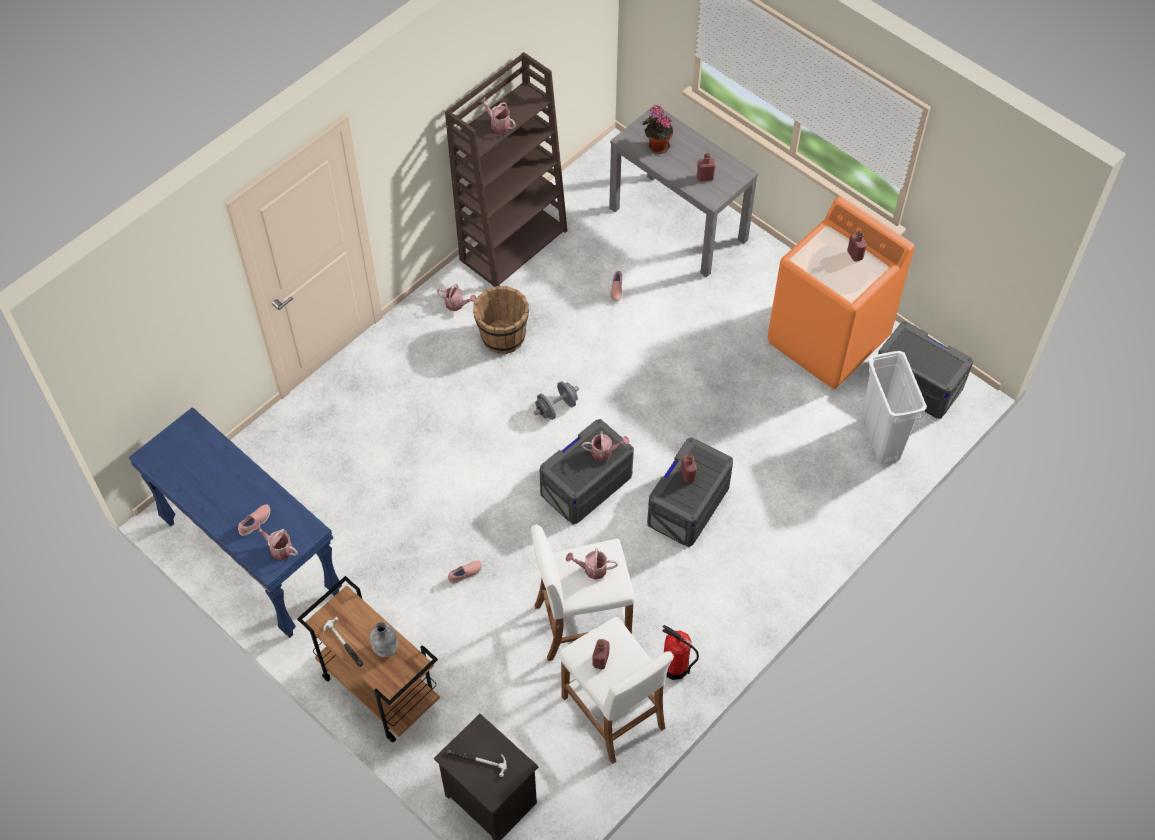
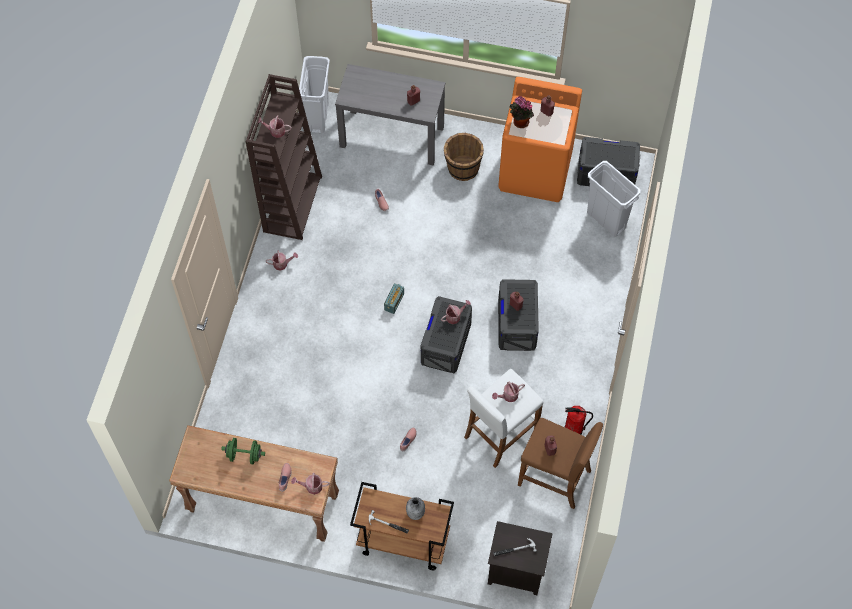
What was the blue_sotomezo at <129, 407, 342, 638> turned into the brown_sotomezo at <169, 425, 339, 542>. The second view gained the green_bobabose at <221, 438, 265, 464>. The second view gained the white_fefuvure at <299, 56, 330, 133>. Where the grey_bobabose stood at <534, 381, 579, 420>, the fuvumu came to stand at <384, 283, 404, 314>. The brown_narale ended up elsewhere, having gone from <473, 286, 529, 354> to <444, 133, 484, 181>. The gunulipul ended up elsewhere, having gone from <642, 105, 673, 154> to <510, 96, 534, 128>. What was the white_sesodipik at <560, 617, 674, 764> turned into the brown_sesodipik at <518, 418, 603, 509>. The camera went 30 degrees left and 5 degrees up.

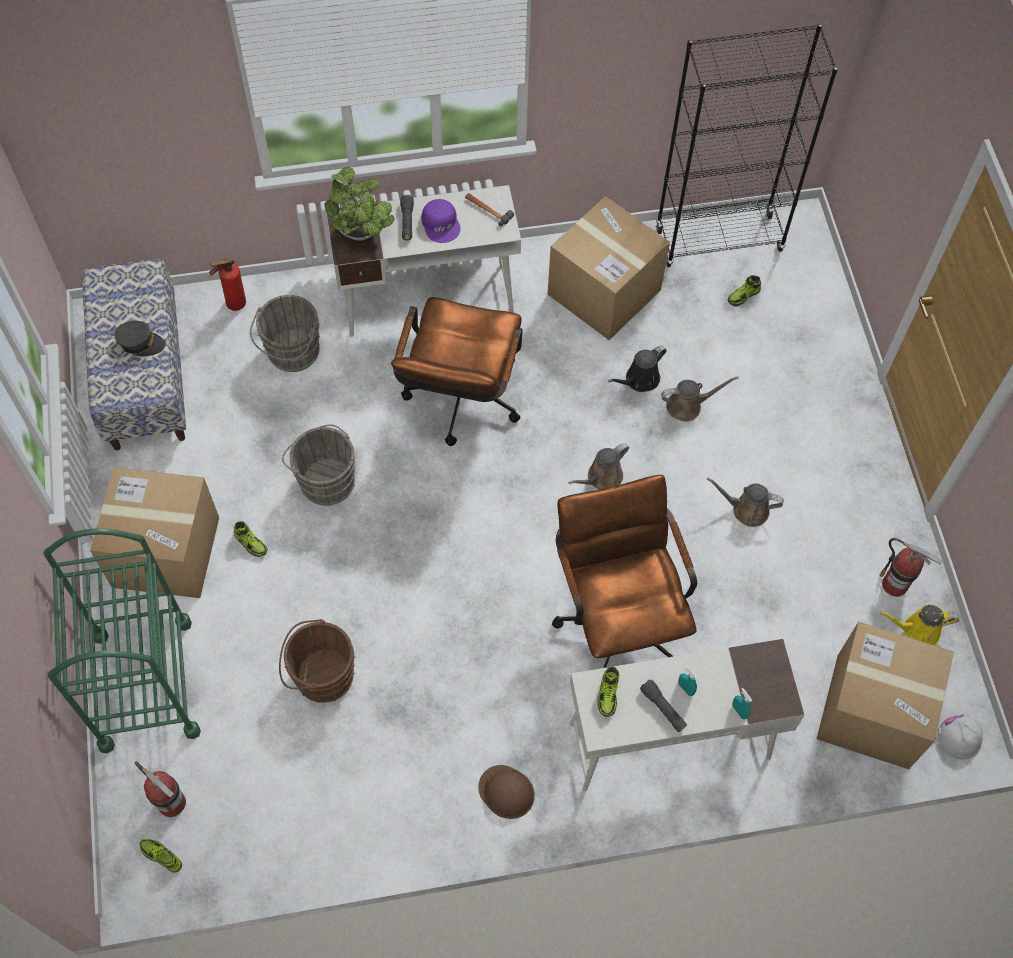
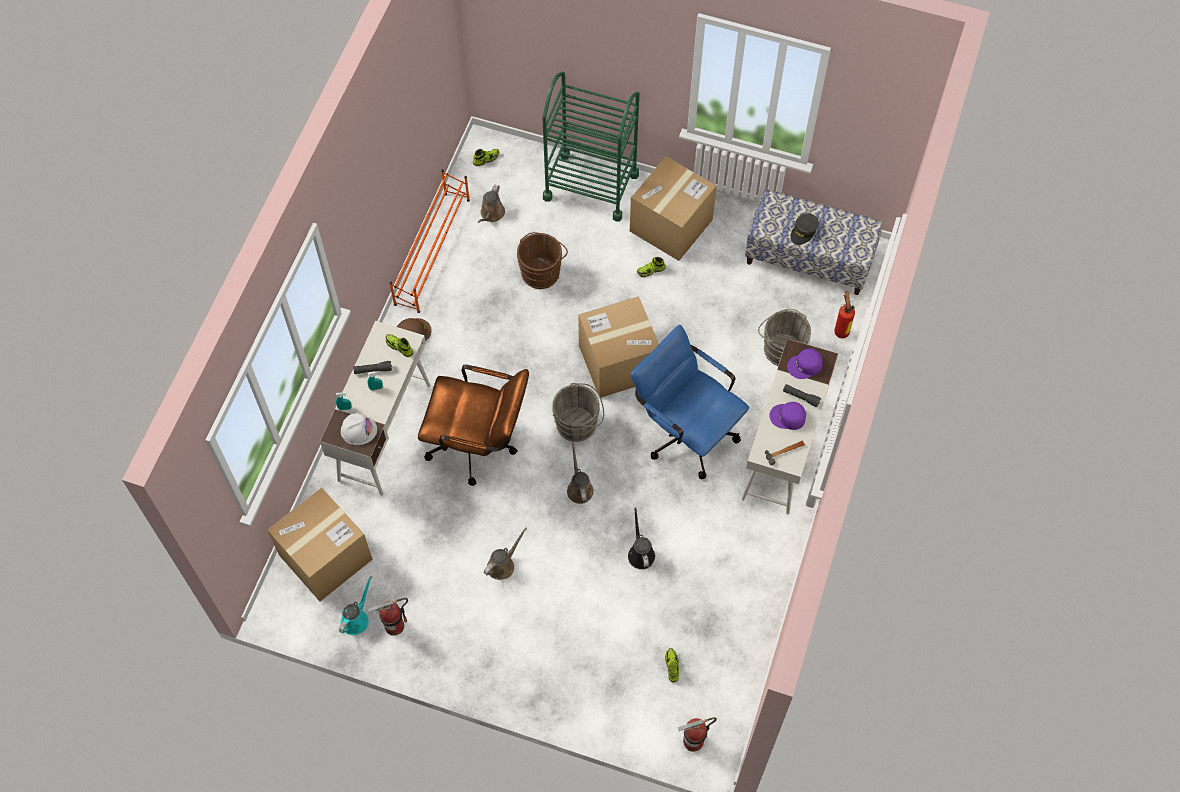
What was the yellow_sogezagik at <880, 604, 959, 645> turned into the turquoise_sogezagik at <339, 576, 372, 635>. The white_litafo ended up elsewhere, having gone from <935, 712, 983, 760> to <341, 413, 377, 445>. The second view gained the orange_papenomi at <389, 169, 470, 313>. The brown_sogezagik ended up elsewhere, having gone from <661, 376, 739, 422> to <478, 184, 505, 223>. The grey_narale ended up elsewhere, having gone from <282, 425, 355, 506> to <552, 383, 604, 442>. The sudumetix ended up elsewhere, having gone from <548, 196, 670, 340> to <578, 296, 659, 398>. What was the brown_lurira at <391, 297, 522, 446> turned into the blue_lurira at <631, 325, 749, 479>. The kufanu ended up elsewhere, having gone from <135, 761, 186, 817> to <678, 717, 717, 752>. Where the gunulipul stood at <324, 167, 394, 240>, the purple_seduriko came to stand at <787, 349, 823, 379>. The second view lost the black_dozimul at <655, 23, 838, 267>. The camera went 120 degrees right and 0 degrees up.

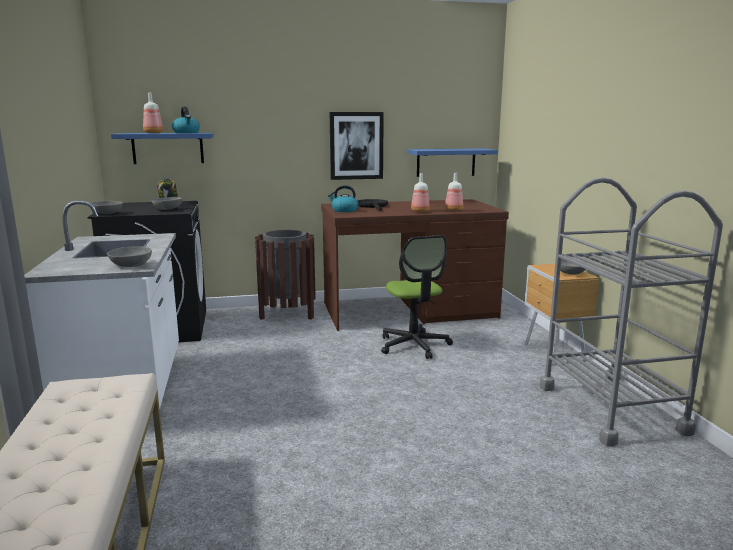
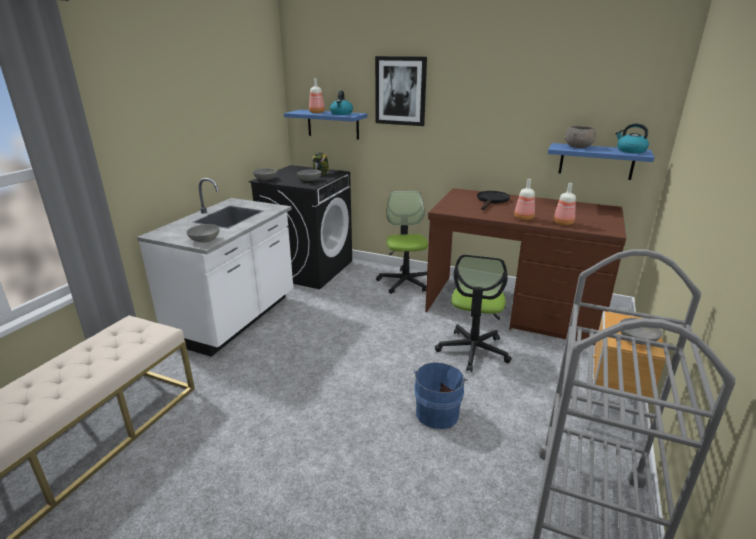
The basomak ended up elsewhere, having gone from <330, 112, 384, 180> to <375, 56, 427, 126>. Where the brown_fefuvure stood at <255, 230, 316, 320>, the lurira came to stand at <376, 191, 428, 294>. The second view gained the blue_narale at <414, 362, 468, 429>. The second view gained the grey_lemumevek at <564, 126, 596, 148>. The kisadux ended up elsewhere, having gone from <328, 185, 358, 212> to <615, 123, 649, 153>. The camera went 35 degrees right and 10 degrees up.

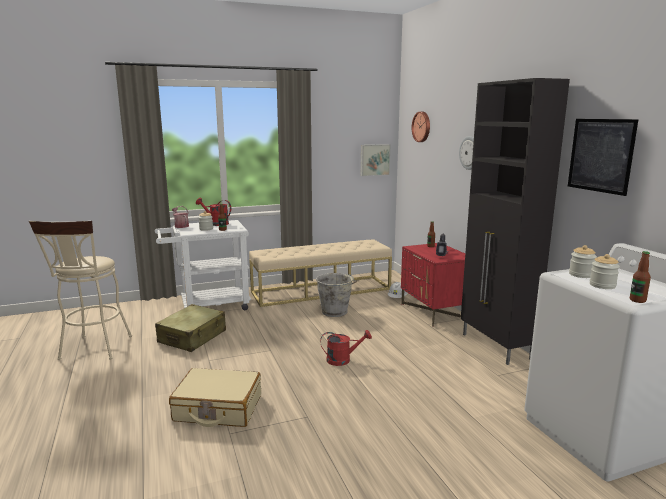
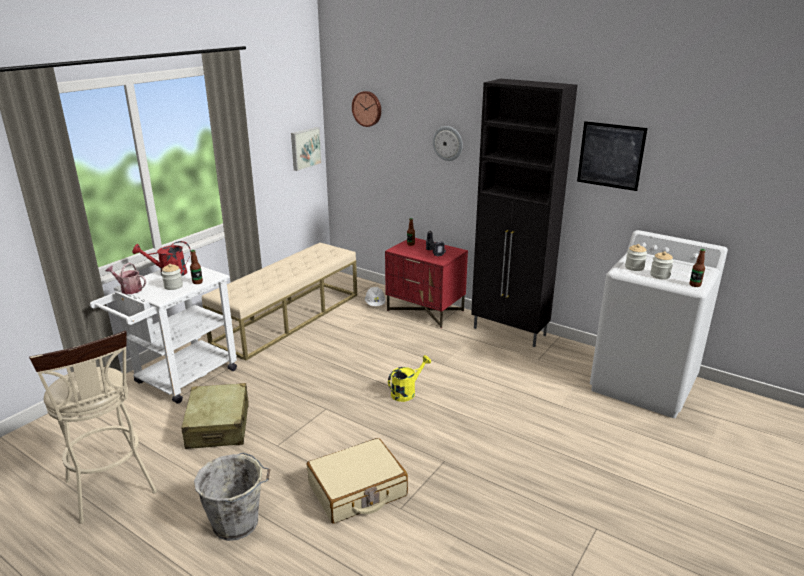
The grey_narale ended up elsewhere, having gone from <316, 273, 357, 317> to <194, 453, 270, 541>. What was the red_sogezagik at <320, 330, 372, 366> turned into the yellow_sogezagik at <388, 355, 431, 402>. The camera went 35 degrees left and 10 degrees up.

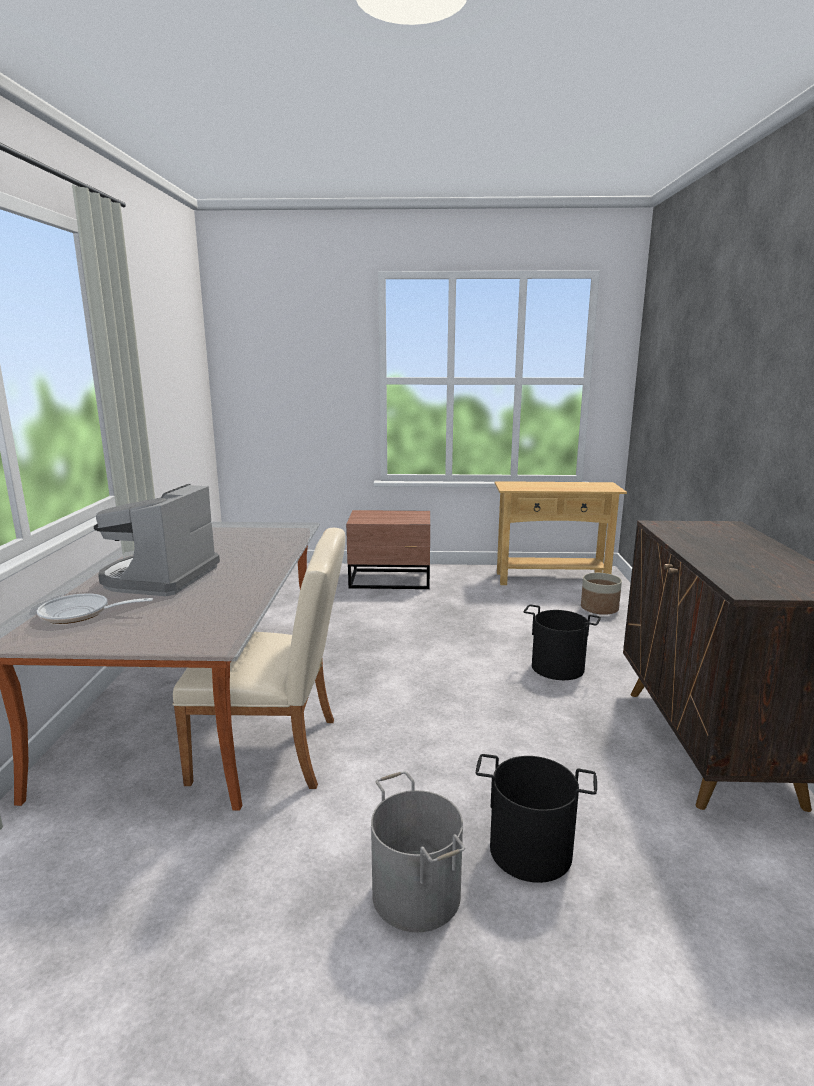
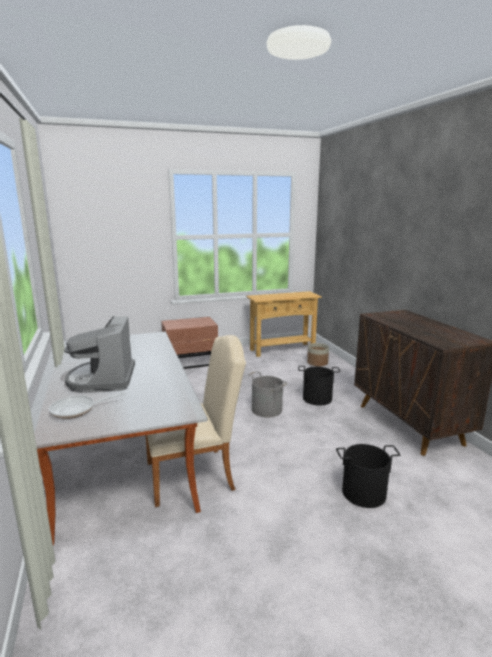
The grey_narale ended up elsewhere, having gone from <371, 771, 465, 933> to <248, 371, 288, 418>. The camera went 20 degrees left and 0 degrees up.

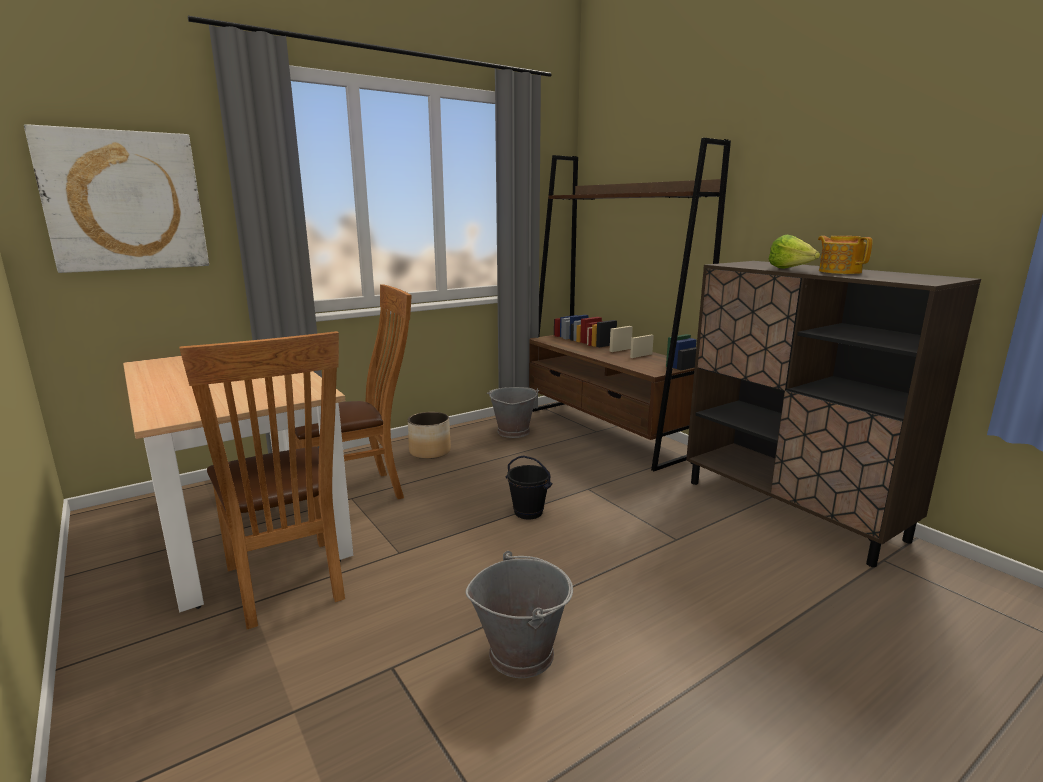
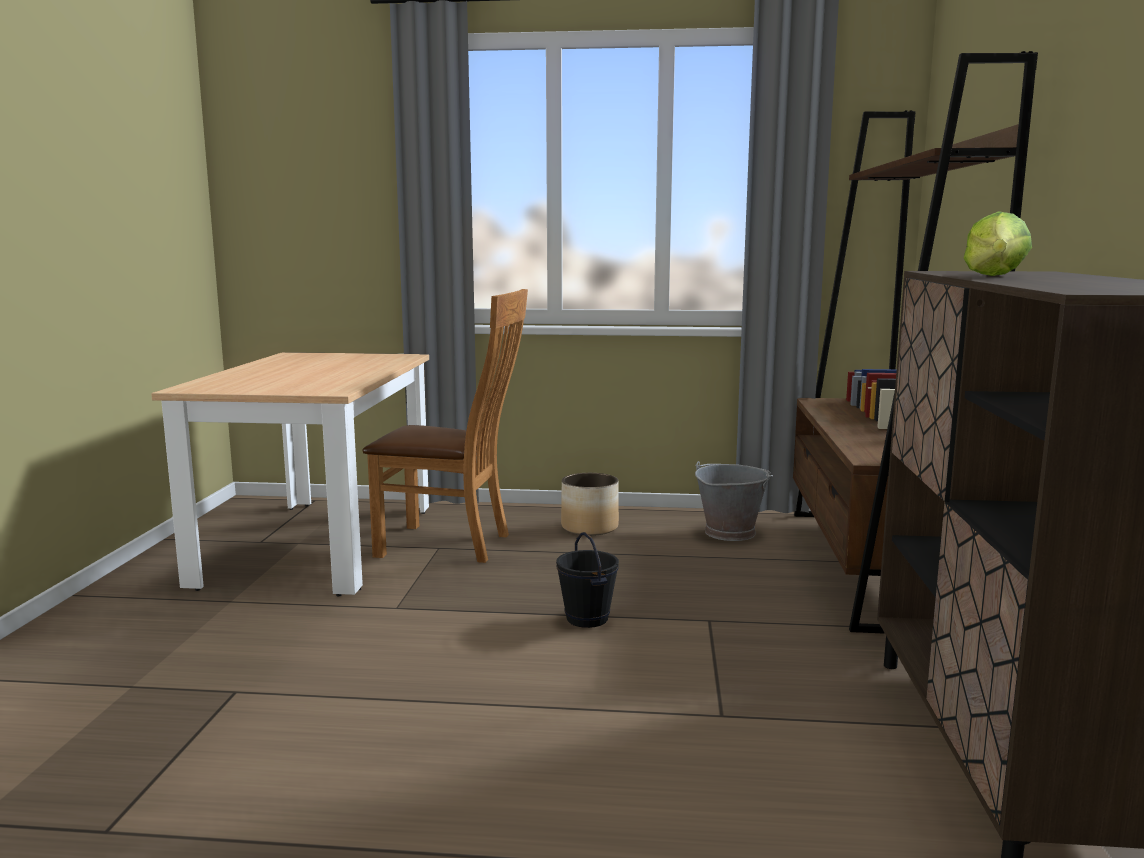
The second view lost the basomak at <24, 124, 209, 273>. The second view lost the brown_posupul at <179, 331, 345, 629>. The second view lost the grey_narale at <465, 551, 573, 678>. The second view lost the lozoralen at <818, 236, 873, 274>. The camera went 40 degrees right and 5 degrees down.

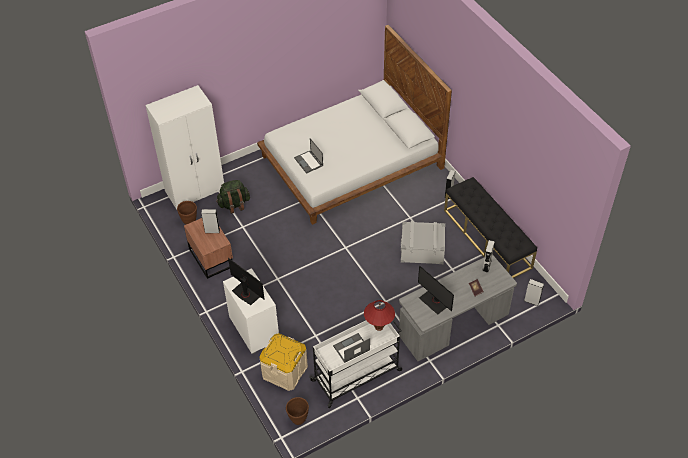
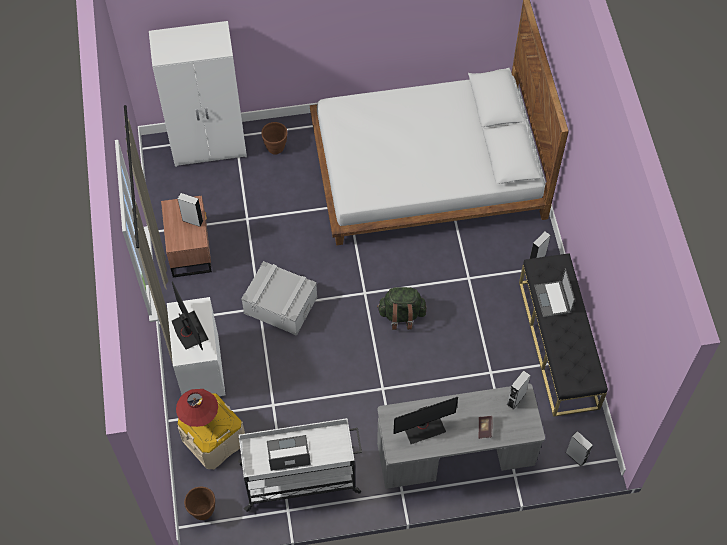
The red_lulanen ended up elsewhere, having gone from <364, 300, 395, 331> to <176, 389, 218, 427>. The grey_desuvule ended up elsewhere, having gone from <401, 221, 445, 264> to <241, 261, 317, 336>. The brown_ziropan ended up elsewhere, having gone from <177, 201, 197, 225> to <261, 122, 288, 155>. The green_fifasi ended up elsewhere, having gone from <216, 180, 250, 214> to <377, 287, 427, 330>. The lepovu at <418, 266, 454, 315> ended up facing another way, 90 degrees counterclockwise from before. The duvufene ended up elsewhere, having gone from <294, 138, 323, 174> to <534, 268, 575, 318>. The camera went 20 degrees right and 10 degrees up.

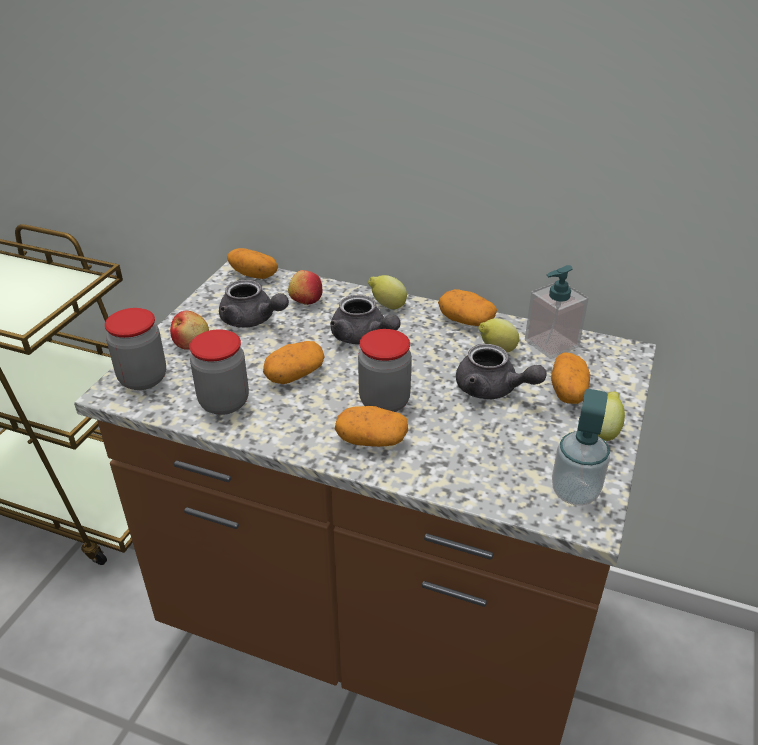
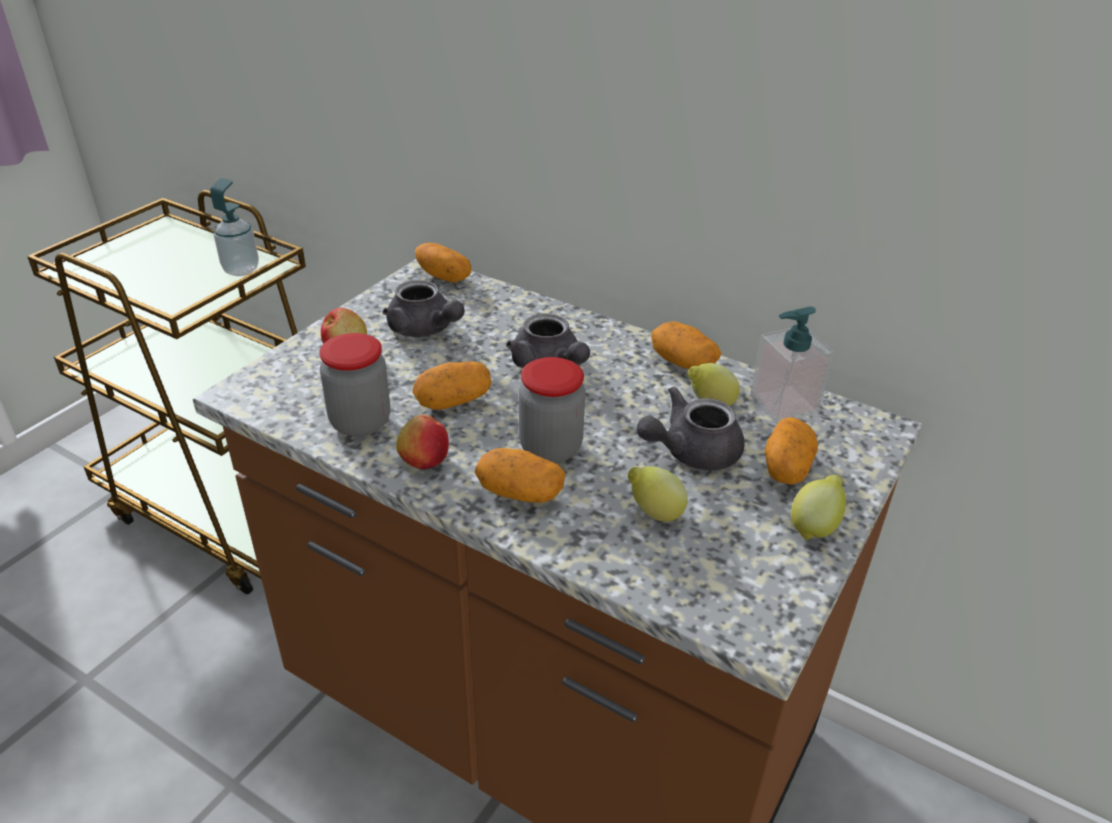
The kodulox ended up elsewhere, having gone from <552, 389, 610, 506> to <210, 178, 259, 276>. The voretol ended up elsewhere, having gone from <288, 270, 322, 305> to <396, 415, 449, 469>. The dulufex ended up elsewhere, having gone from <368, 275, 407, 309> to <628, 466, 688, 521>. The grey_lozoralen at <456, 344, 547, 399> ended up facing another way, 105 degrees clockwise from before. The second view lost the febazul at <105, 308, 166, 390>. The camera went 10 degrees right and 0 degrees up.

